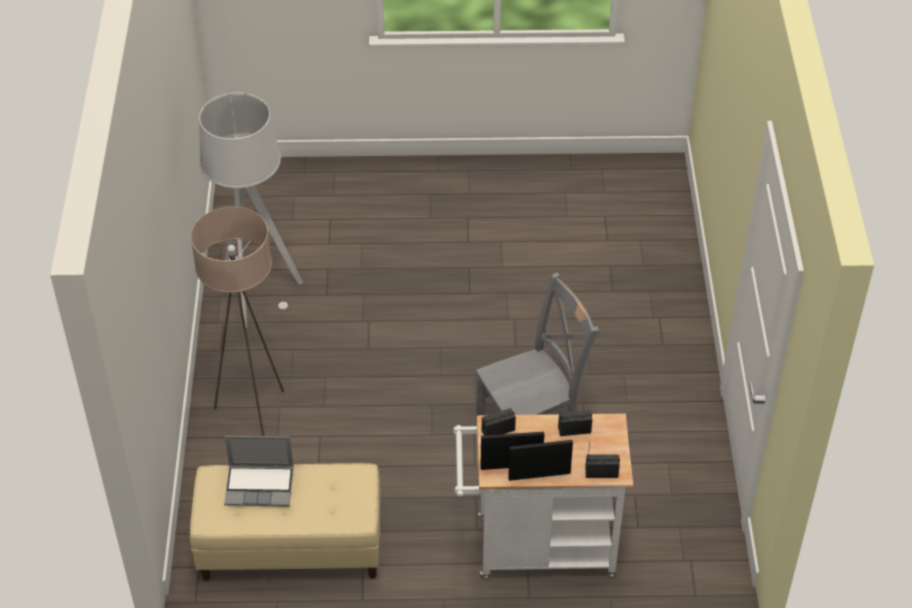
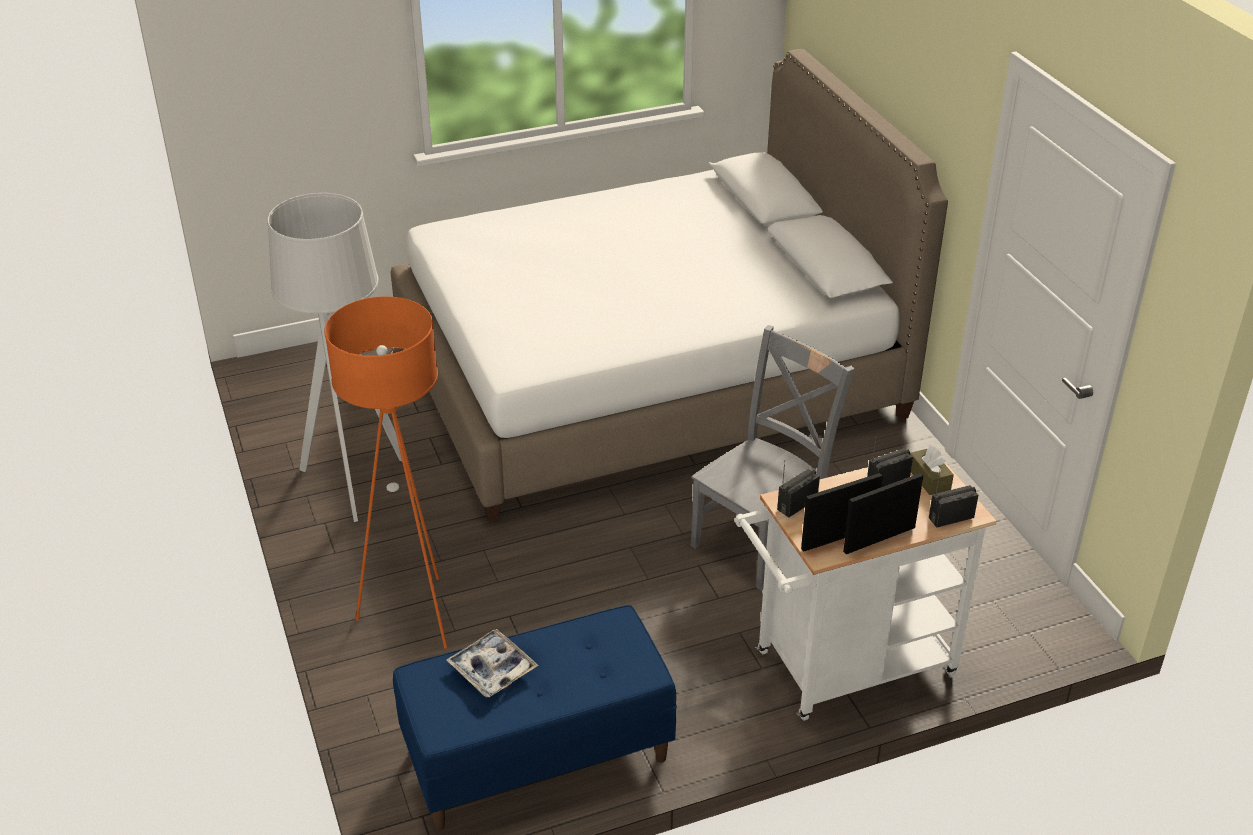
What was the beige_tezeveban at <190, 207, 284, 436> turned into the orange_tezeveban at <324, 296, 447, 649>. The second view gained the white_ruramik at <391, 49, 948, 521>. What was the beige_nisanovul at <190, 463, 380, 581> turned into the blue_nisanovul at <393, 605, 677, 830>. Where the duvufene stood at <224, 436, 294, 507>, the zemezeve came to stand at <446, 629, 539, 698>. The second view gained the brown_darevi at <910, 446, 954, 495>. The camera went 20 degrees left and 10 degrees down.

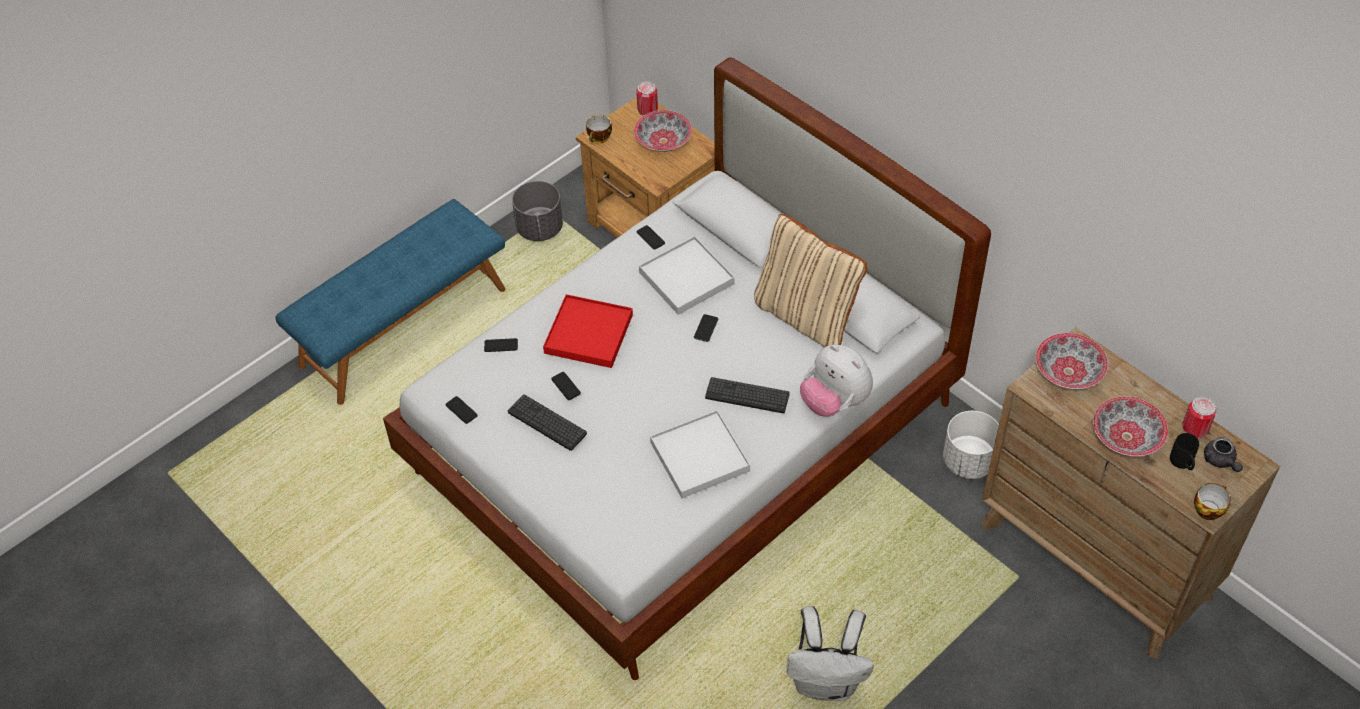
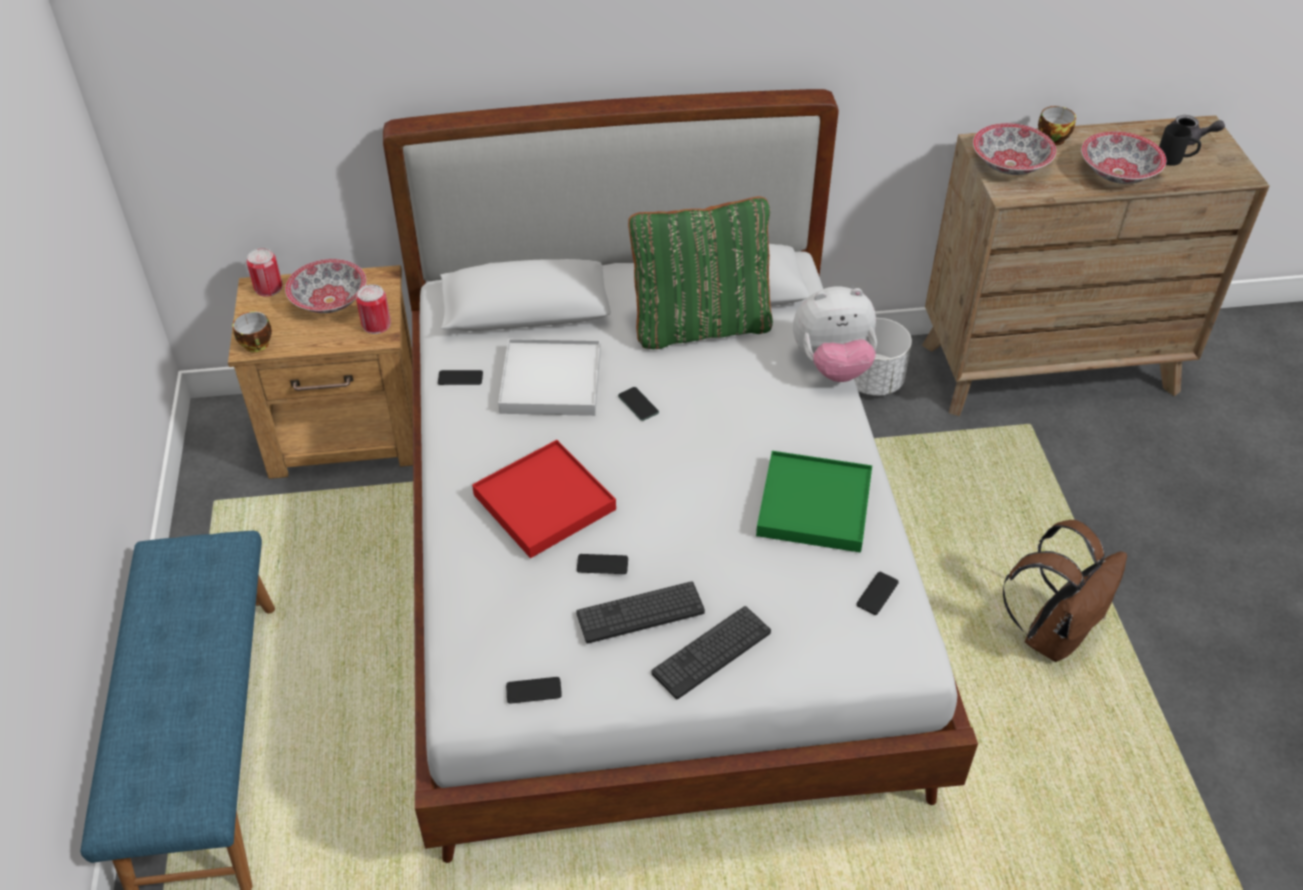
The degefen ended up elsewhere, having gone from <1182, 397, 1217, 439> to <356, 284, 391, 334>. What was the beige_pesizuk at <754, 214, 867, 348> turned into the green_pesizuk at <628, 196, 773, 349>. The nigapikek ended up elsewhere, having gone from <705, 377, 790, 413> to <652, 606, 771, 699>. What was the white_zemezeve at <650, 410, 750, 498> turned into the green_zemezeve at <756, 451, 872, 553>. The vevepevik ended up elsewhere, having gone from <484, 338, 518, 352> to <857, 572, 898, 615>. What was the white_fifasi at <787, 606, 874, 701> turned into the brown_fifasi at <1003, 520, 1127, 662>. The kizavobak ended up elsewhere, having gone from <1194, 483, 1231, 520> to <1038, 106, 1076, 146>. The second view lost the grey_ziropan at <512, 181, 563, 241>. The camera went 55 degrees left and 5 degrees down.

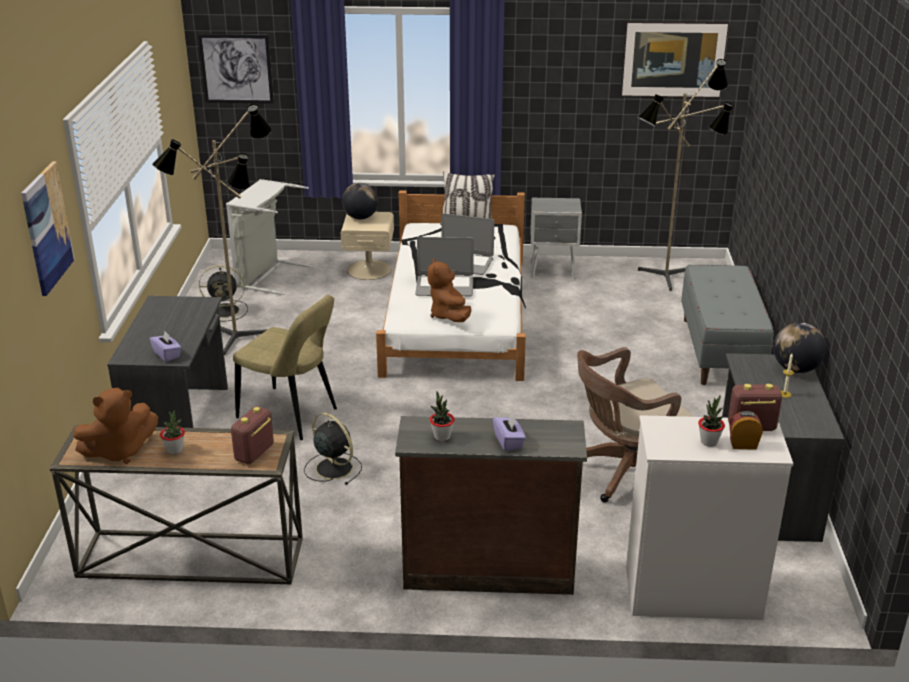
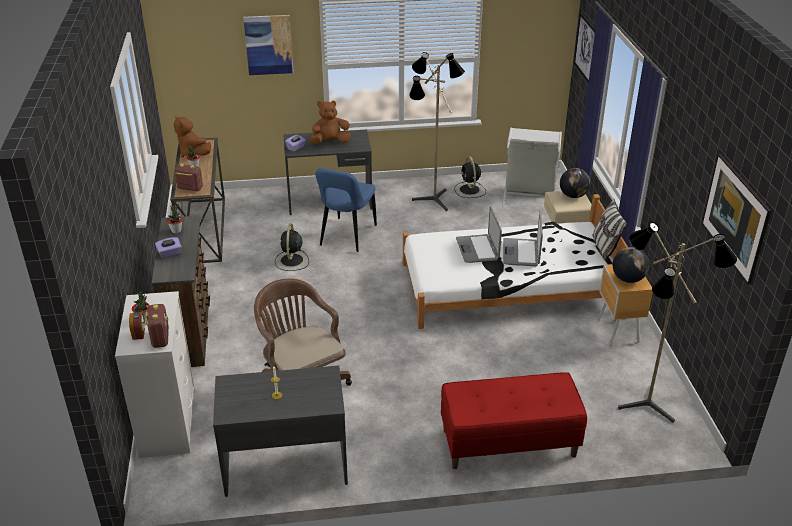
The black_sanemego at <304, 413, 362, 485> ended up facing another way, 150 degrees clockwise from before. The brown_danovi ended up elsewhere, having gone from <427, 258, 472, 322> to <309, 100, 351, 144>. What was the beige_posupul at <233, 295, 337, 440> turned into the blue_posupul at <315, 168, 377, 252>. What was the grey_nisanovul at <681, 265, 773, 385> turned into the red_nisanovul at <441, 372, 587, 469>. What was the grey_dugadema at <530, 198, 582, 278> turned into the brown_dugadema at <597, 264, 653, 345>. The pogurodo ended up elsewhere, having gone from <773, 323, 826, 373> to <613, 247, 649, 283>. The camera went 80 degrees right and 5 degrees up.

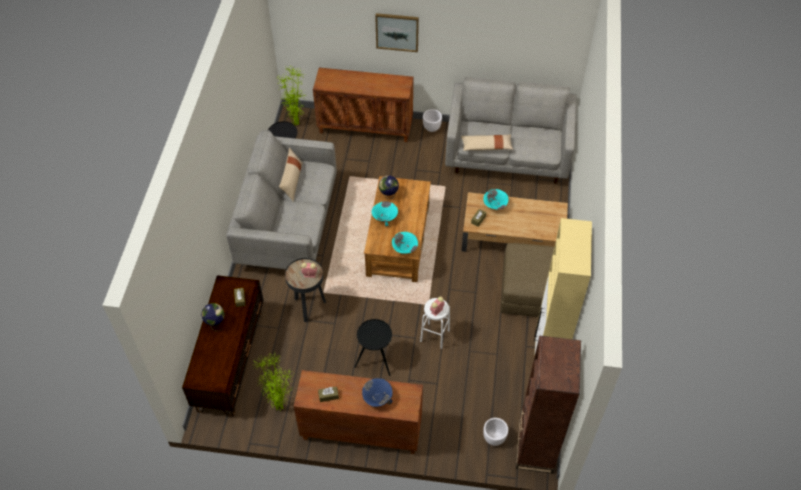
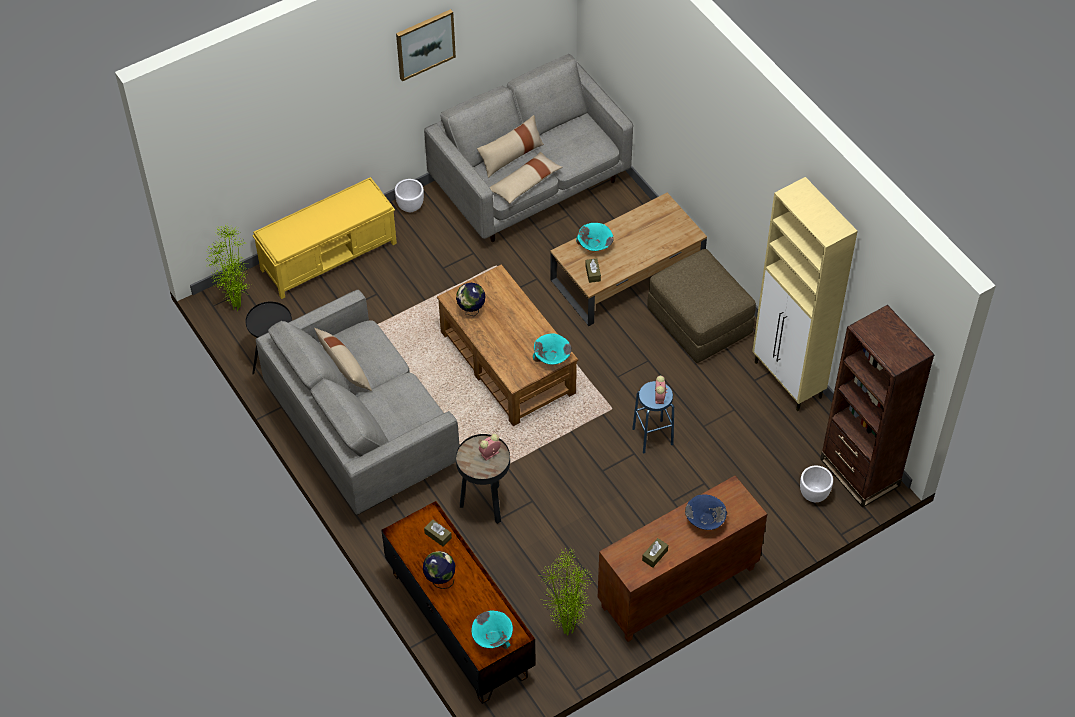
Where the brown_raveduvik stood at <313, 68, 413, 142>, the yellow_nisanovul came to stand at <252, 177, 397, 299>. The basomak ended up elsewhere, having gone from <375, 13, 419, 52> to <396, 9, 456, 81>. The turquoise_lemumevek ended up elsewhere, having gone from <372, 201, 398, 227> to <472, 610, 513, 649>. The second view gained the beige_pesizuk at <477, 115, 544, 178>. What was the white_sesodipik at <420, 298, 450, 349> turned into the blue_sesodipik at <632, 381, 674, 454>. The second view lost the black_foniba at <355, 319, 392, 376>. The camera went 40 degrees left and 0 degrees up.

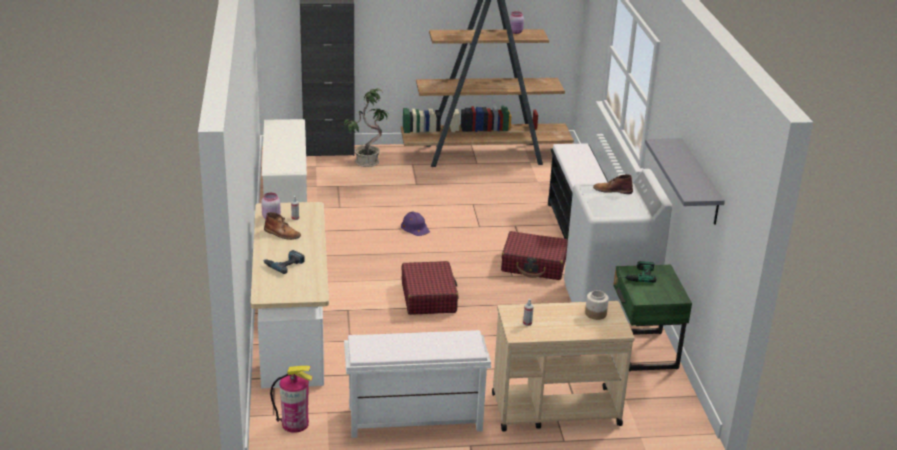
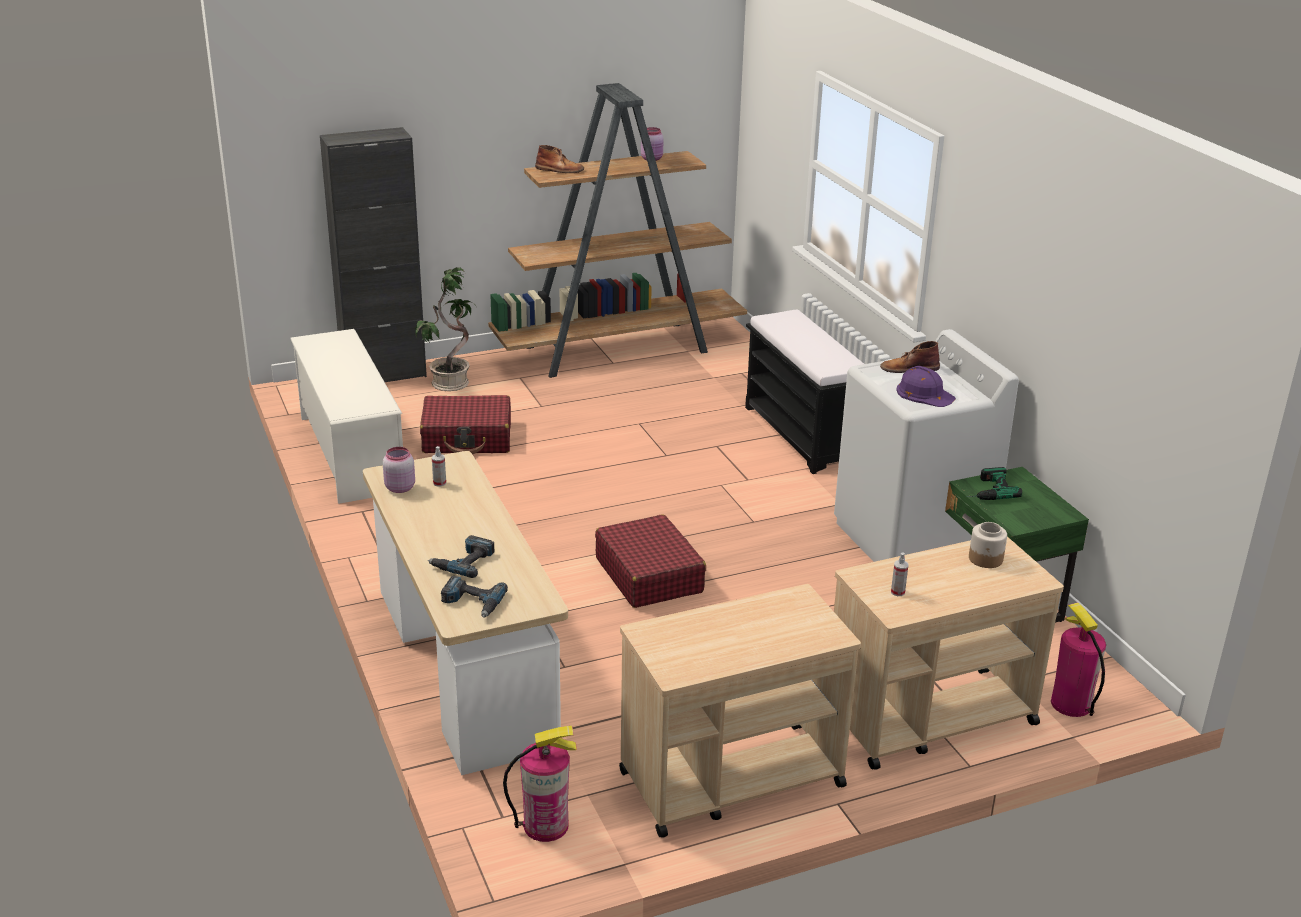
The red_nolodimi ended up elsewhere, having gone from <501, 231, 568, 280> to <420, 395, 511, 454>. The second view gained the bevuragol at <441, 576, 508, 618>. The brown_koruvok ended up elsewhere, having gone from <264, 212, 301, 240> to <535, 145, 584, 173>. Where the white_nisanovul stood at <344, 330, 491, 438>, the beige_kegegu came to stand at <619, 584, 861, 838>. The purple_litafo ended up elsewhere, having gone from <401, 212, 430, 236> to <896, 366, 956, 407>. The second view gained the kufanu at <1051, 602, 1106, 717>. The second view lost the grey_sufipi at <645, 138, 725, 225>. The camera went 15 degrees left and 0 degrees up.

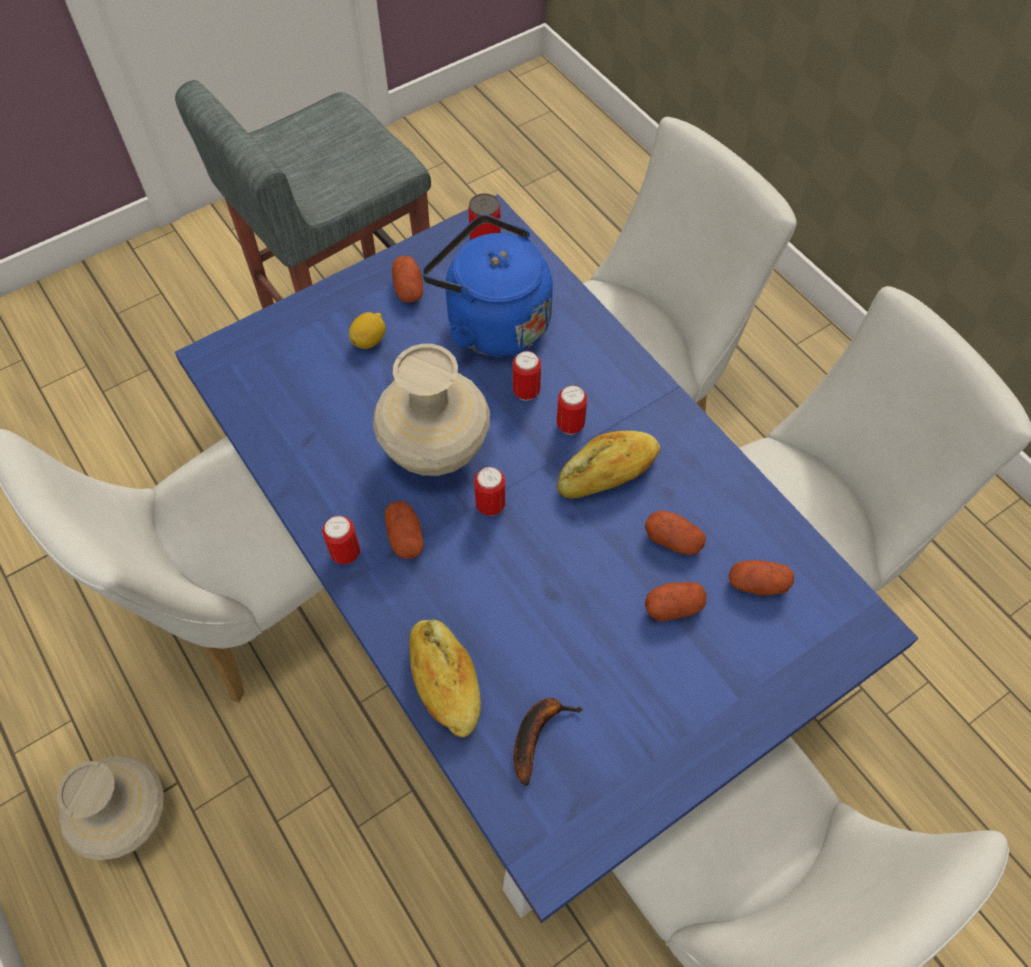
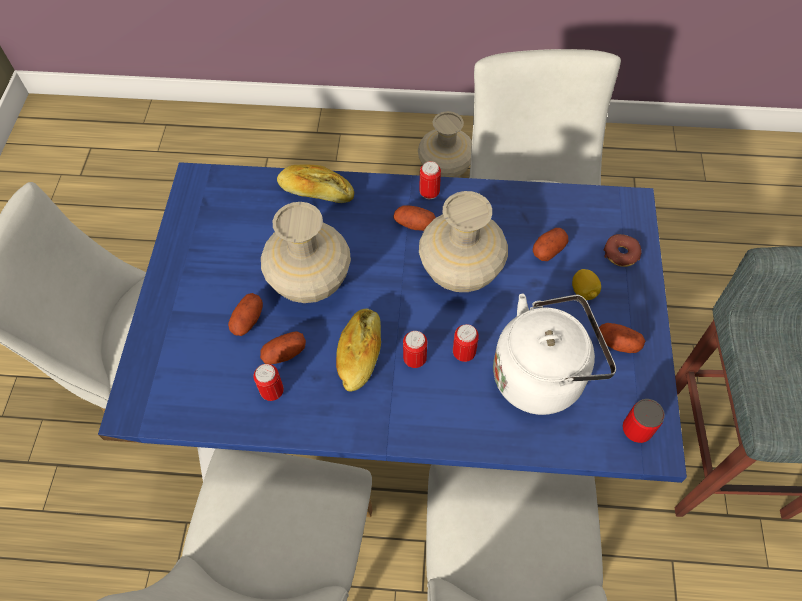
The degefen ended up elsewhere, having gone from <474, 467, 505, 516> to <253, 364, 284, 401>. The second view gained the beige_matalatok at <261, 202, 351, 303>. What was the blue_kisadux at <422, 215, 553, 357> turned into the white_kisadux at <493, 293, 616, 415>. The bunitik ended up elsewhere, having gone from <728, 560, 794, 595> to <533, 228, 569, 261>. The second view gained the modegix at <604, 234, 642, 267>. The second view lost the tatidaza at <514, 698, 583, 786>. The camera went 130 degrees right and 0 degrees up.

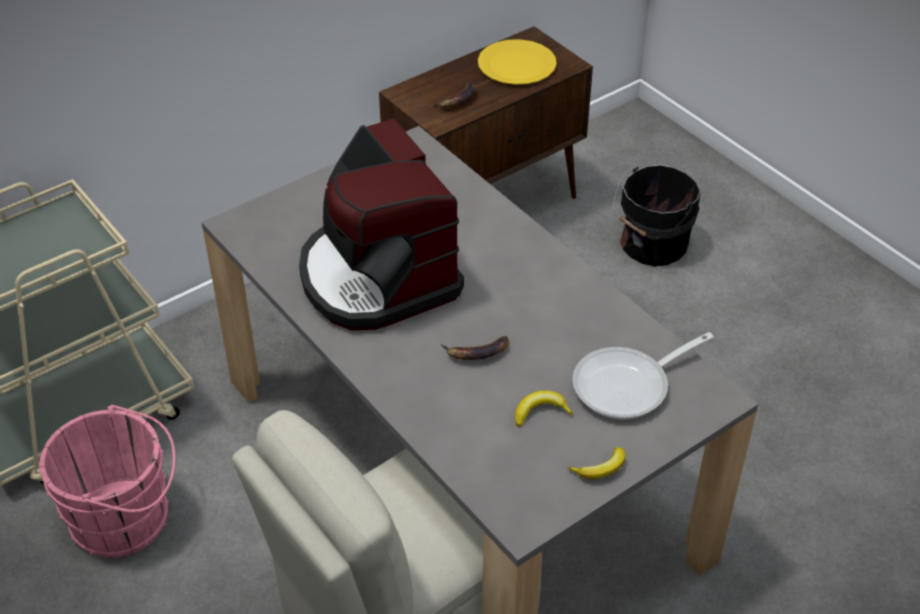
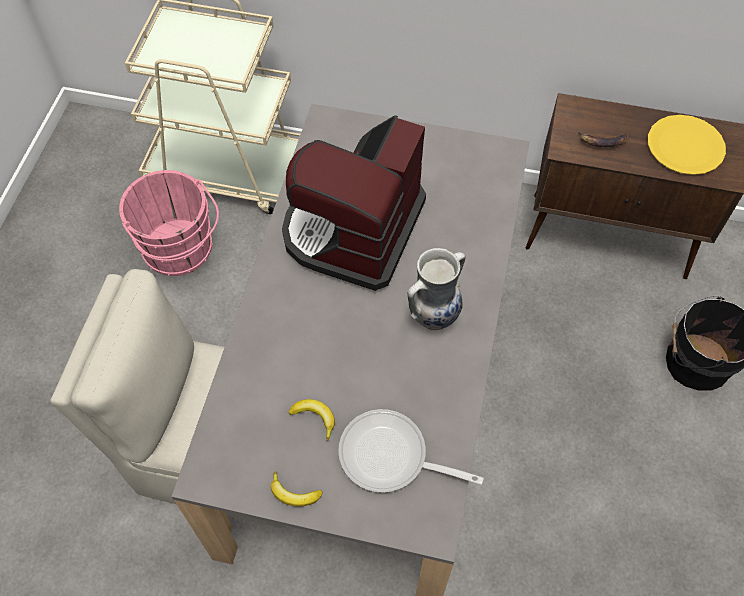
The second view gained the matalatok at <408, 248, 466, 330>. The second view lost the tatidaza at <441, 336, 510, 360>. The camera went 50 degrees right and 15 degrees up.

